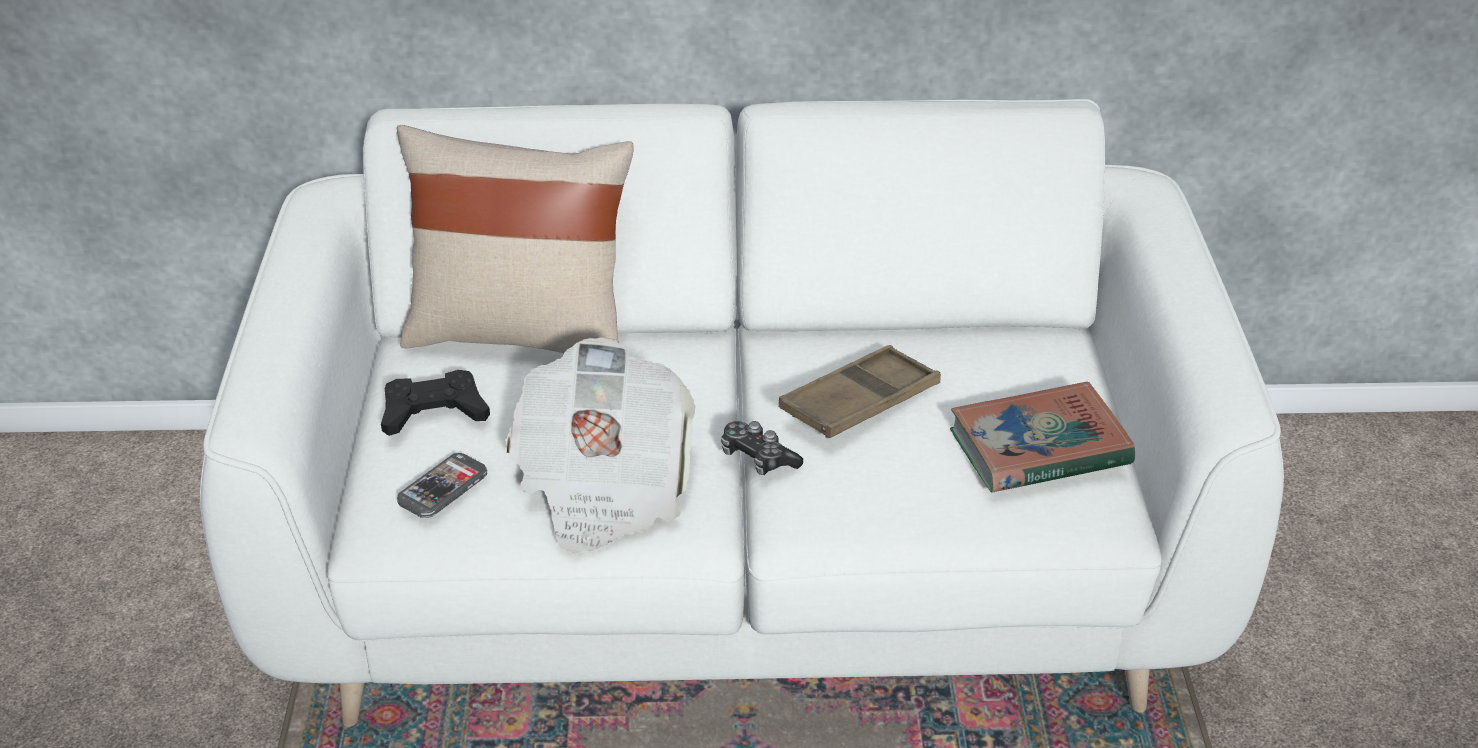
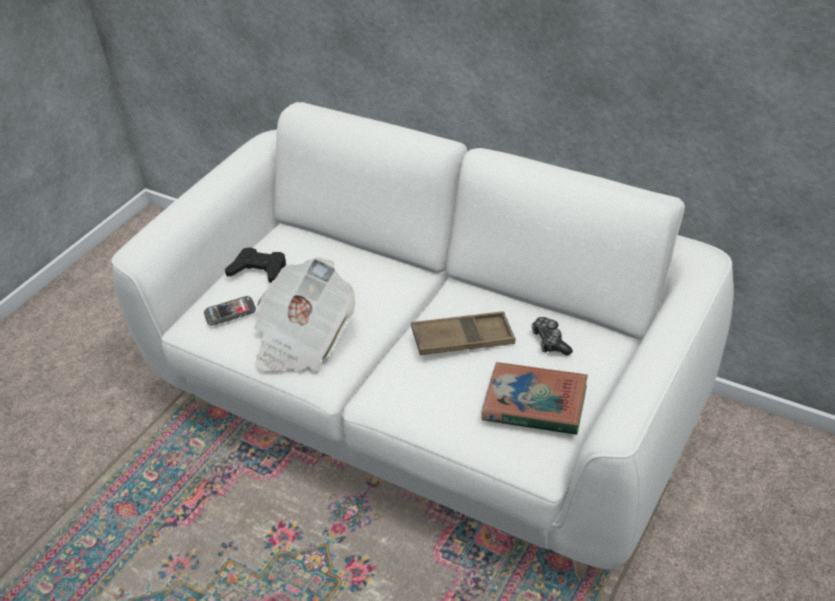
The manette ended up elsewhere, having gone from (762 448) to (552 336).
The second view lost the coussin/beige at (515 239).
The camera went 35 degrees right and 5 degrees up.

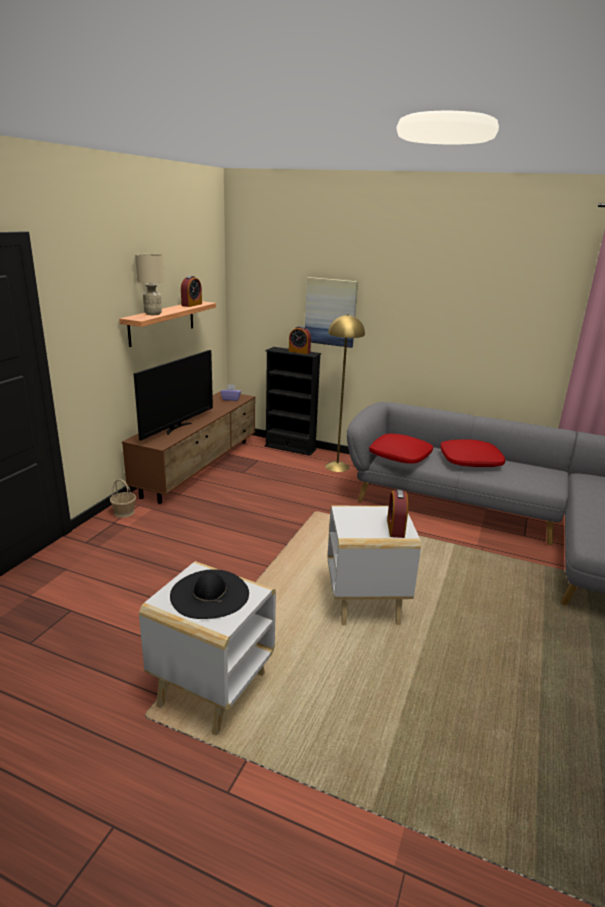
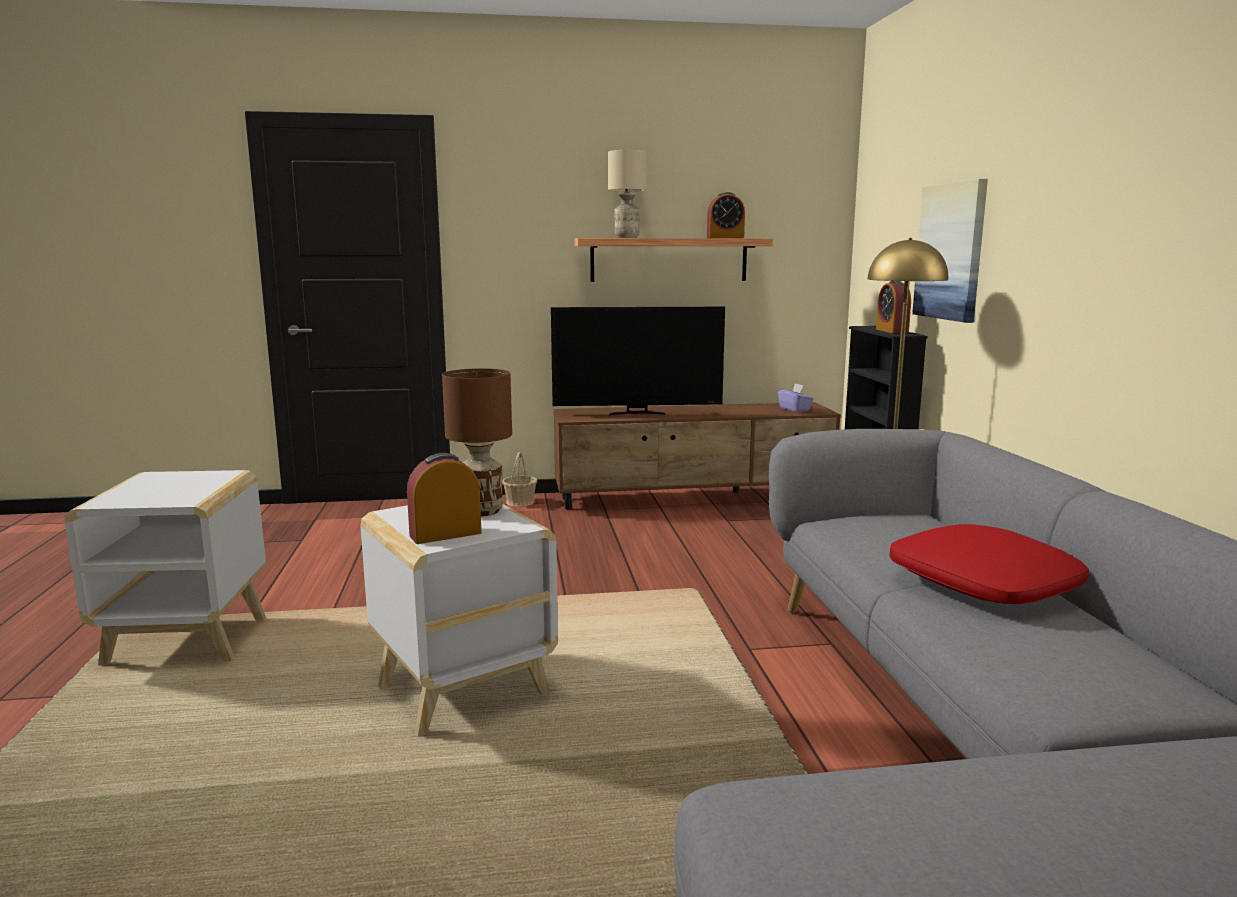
The second view gained the lampe de table/marron at (477 442).
The second view lost the chapeau/noir at (209 594).
The second view lost the coussin/rouge at (401 449).
The camera went 60 degrees right and 10 degrees down.

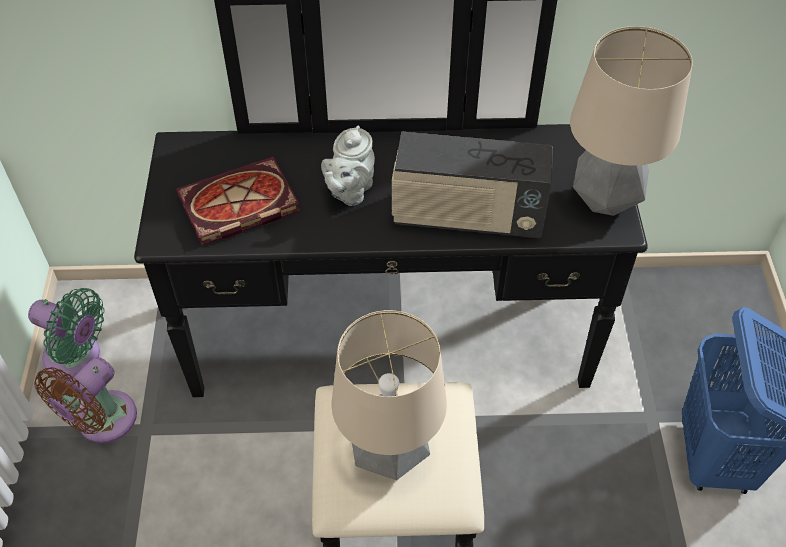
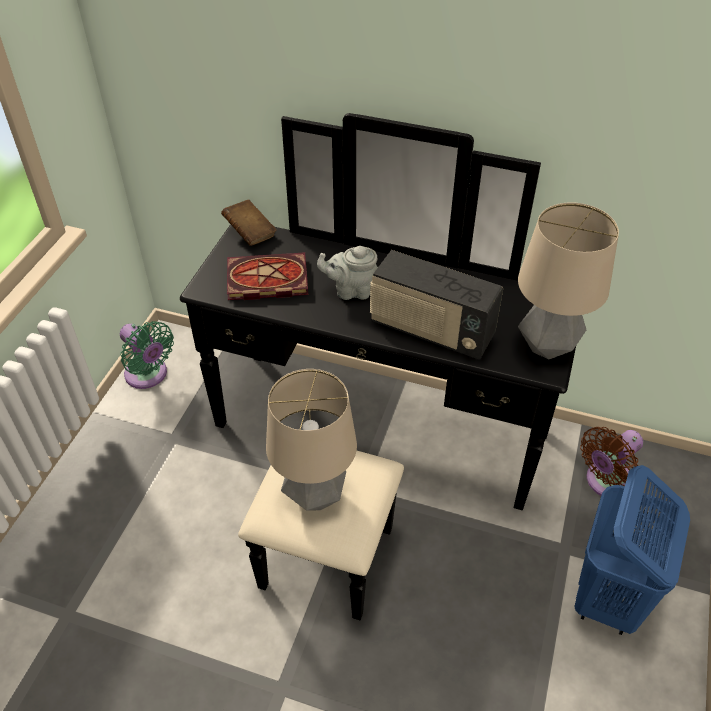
The second view gained the livre/marron at (249 222).
The théière/gris at (348 165) ended up facing another way, 45 degrees clockwise from before.
The ventilateur/marron ended up elsewhere, having gone from (85 400) to (611 461).
The camera went 20 degrees right and 5 degrees down.

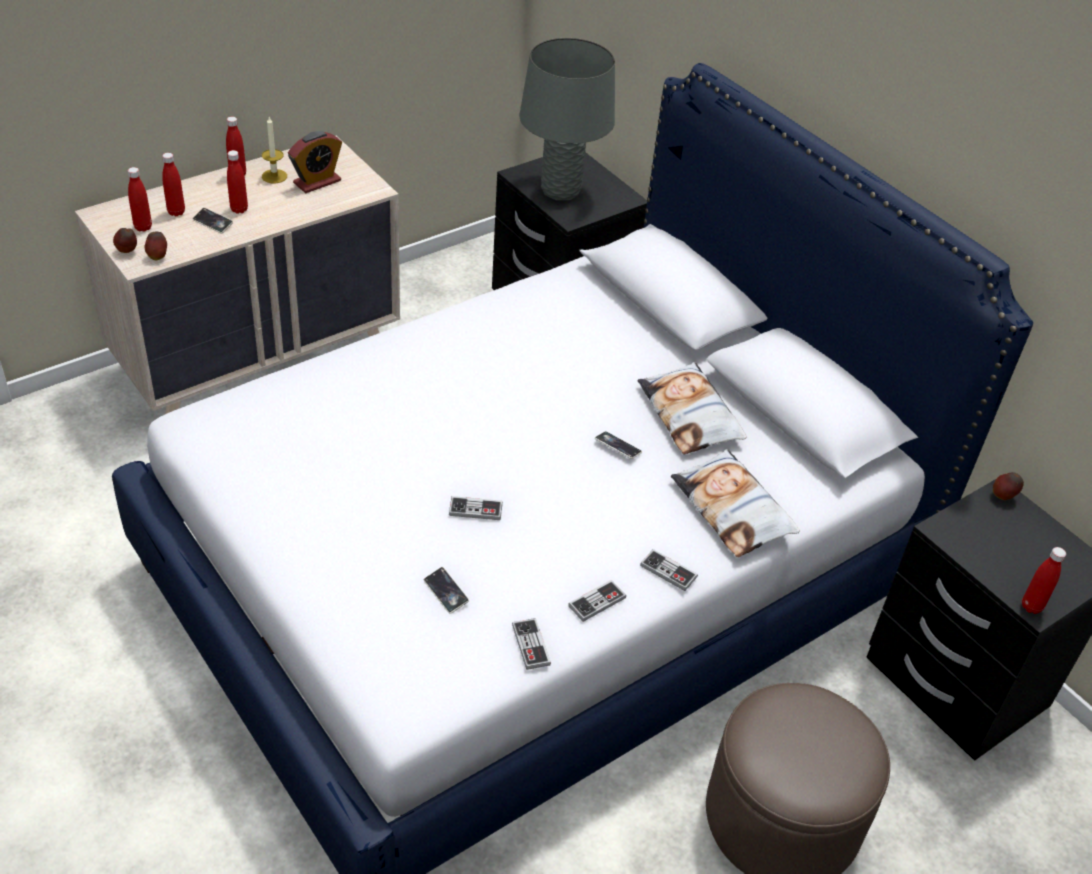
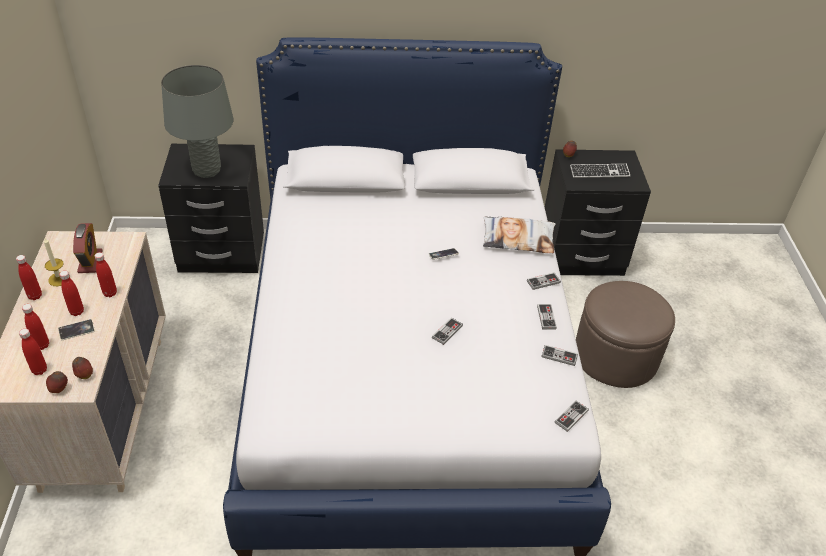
The bouteille/rouge ended up elsewhere, having gone from (1044 580) to (106 274).
The second view gained the manette at (572 416).
The second view gained the clavier at (600 171).
The second view lost the téléphone at (446 590).
The second view lost the coussin at (692 408).
The camera went 55 degrees left and 0 degrees up.

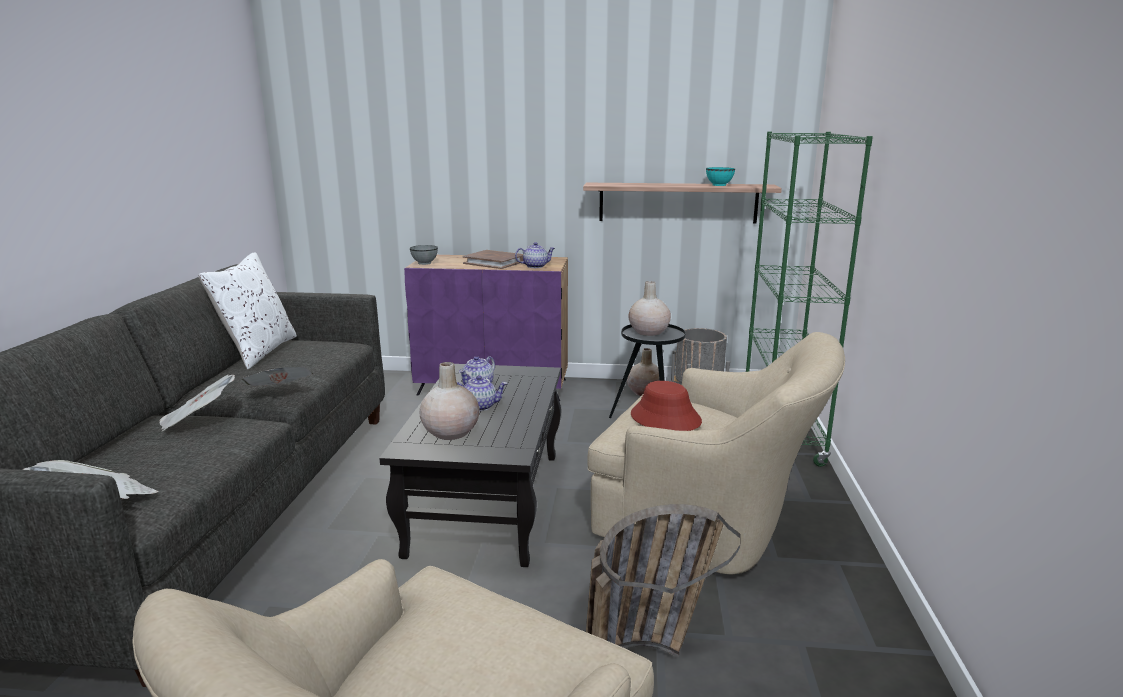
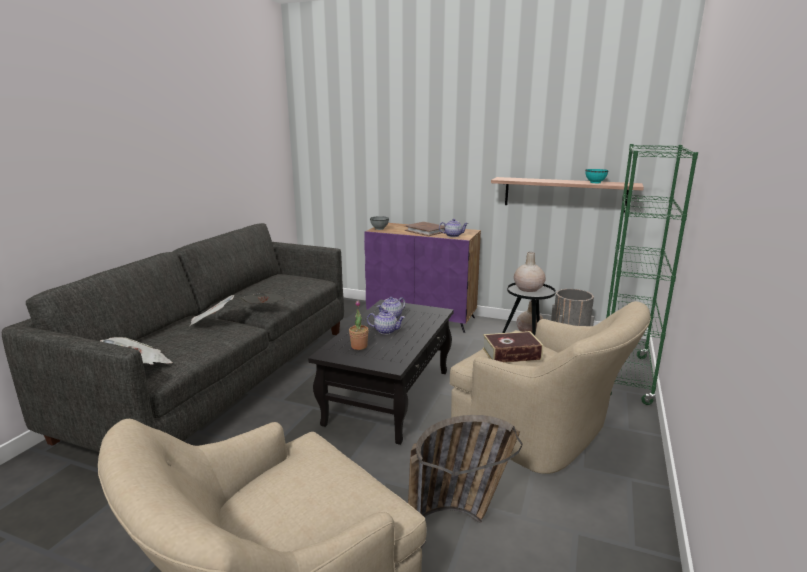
Where the vase/beige stood at (449 401), the plante en pot came to stand at (359 325).
Where the chapeau/rouge stood at (666 406), the livre came to stand at (513 347).
The second view lost the coussin/blanc at (247 311).
The camera went 15 degrees right and 0 degrees up.

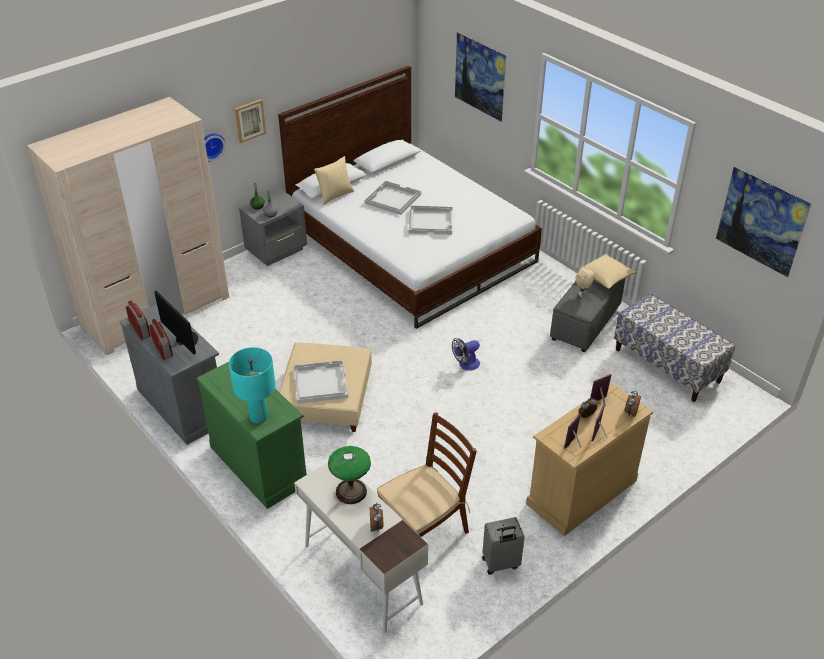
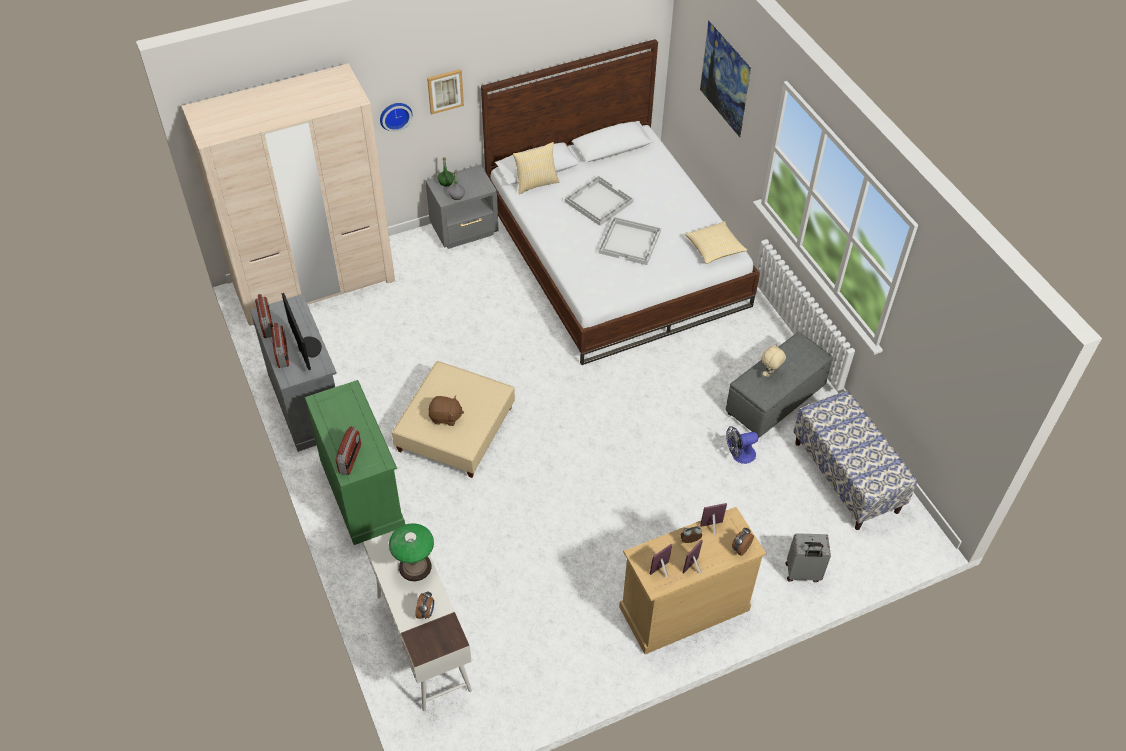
Where the lampe de table/turquoise stood at (252 385), the radio came to stand at (348 450).
Where the plateau/blanc stood at (321 382), the peluche/marron came to stand at (446 410).
The coussin ended up elsewhere, having gone from (608 271) to (716 242).
The ventilateur ended up elsewhere, having gone from (466 354) to (742 445).
The valise/gris ended up elsewhere, having gone from (503 546) to (808 557).
The second view lost the chaise/marron at (427 474).
The second view lost the tableau at (763 222).
The camera went 15 degrees right and 10 degrees up.

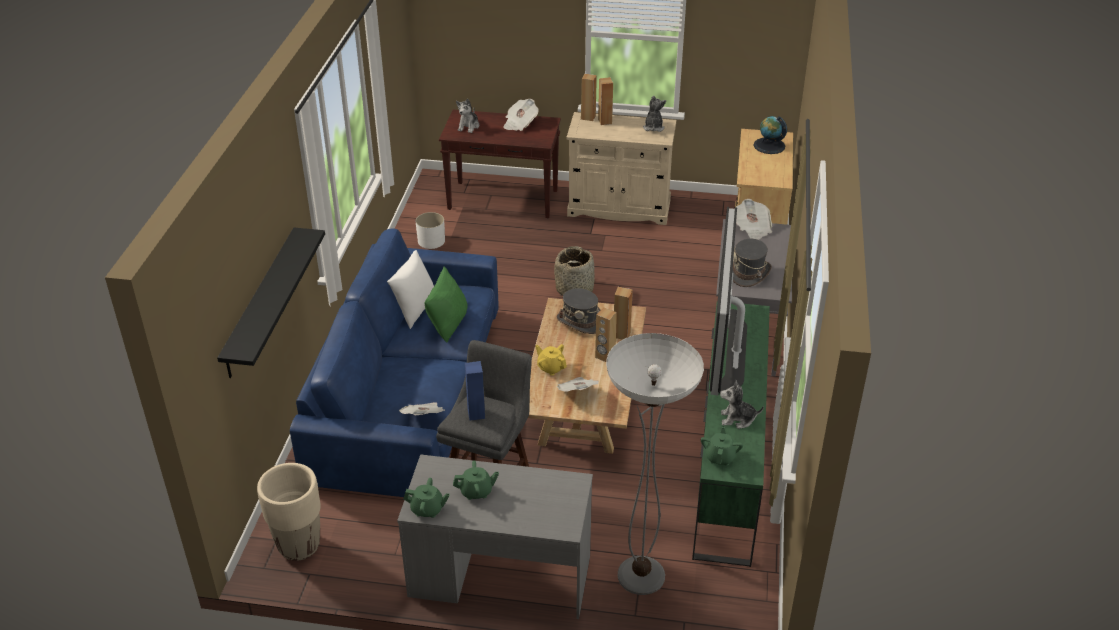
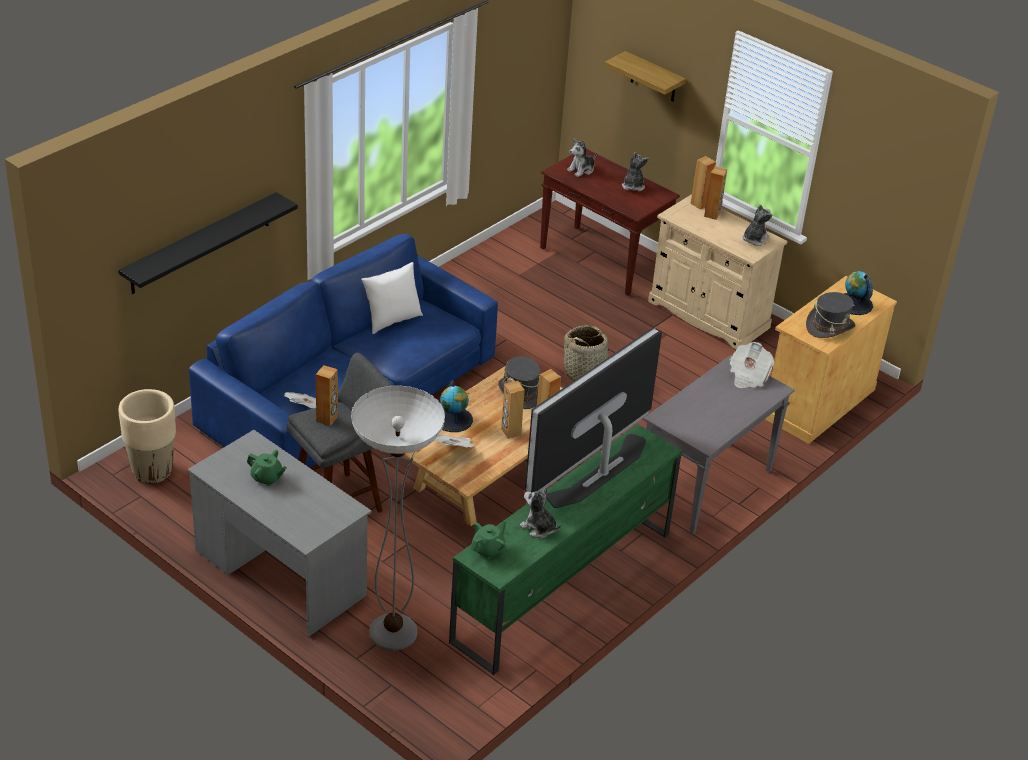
What was the enceinte/bleu at (475 391) turned into the enceinte/marron at (327 395).
Where the théière/jaune stood at (551 360), the globe came to stand at (456 406).
The second view gained the étagère at (645 76).
Where the journal stood at (521 115), the peluche came to stand at (635 171).
The chapeau/gris ended up elsewhere, having gone from (752 263) to (831 315).
The second view lost the théière/vert at (427 498).
The second view lost the cache-pot/blanc at (430 230).
The second view lost the coussin/vert at (446 305).
The camera went 30 degrees right and 0 degrees up.

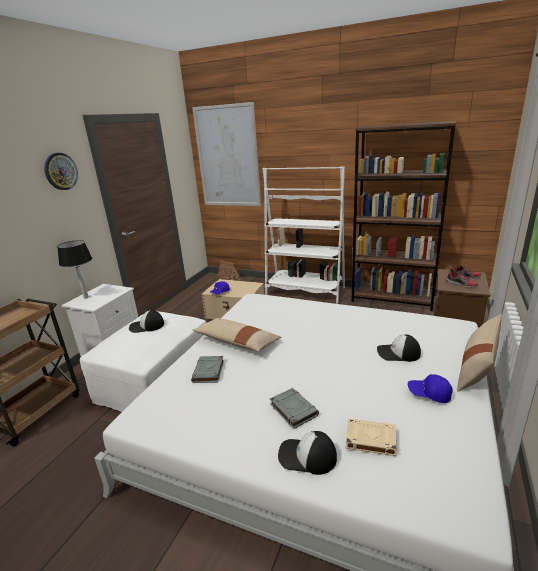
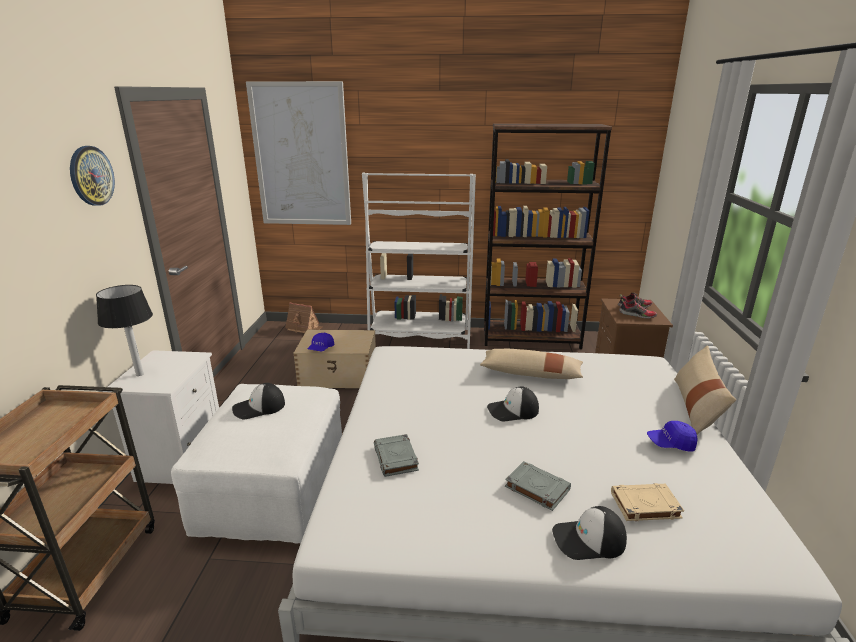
The coussin/beige ended up elsewhere, having gone from (237 334) to (531 364).
The casquette ended up elsewhere, having gone from (399 348) to (513 403).
The camera went 20 degrees left and 0 degrees up.

